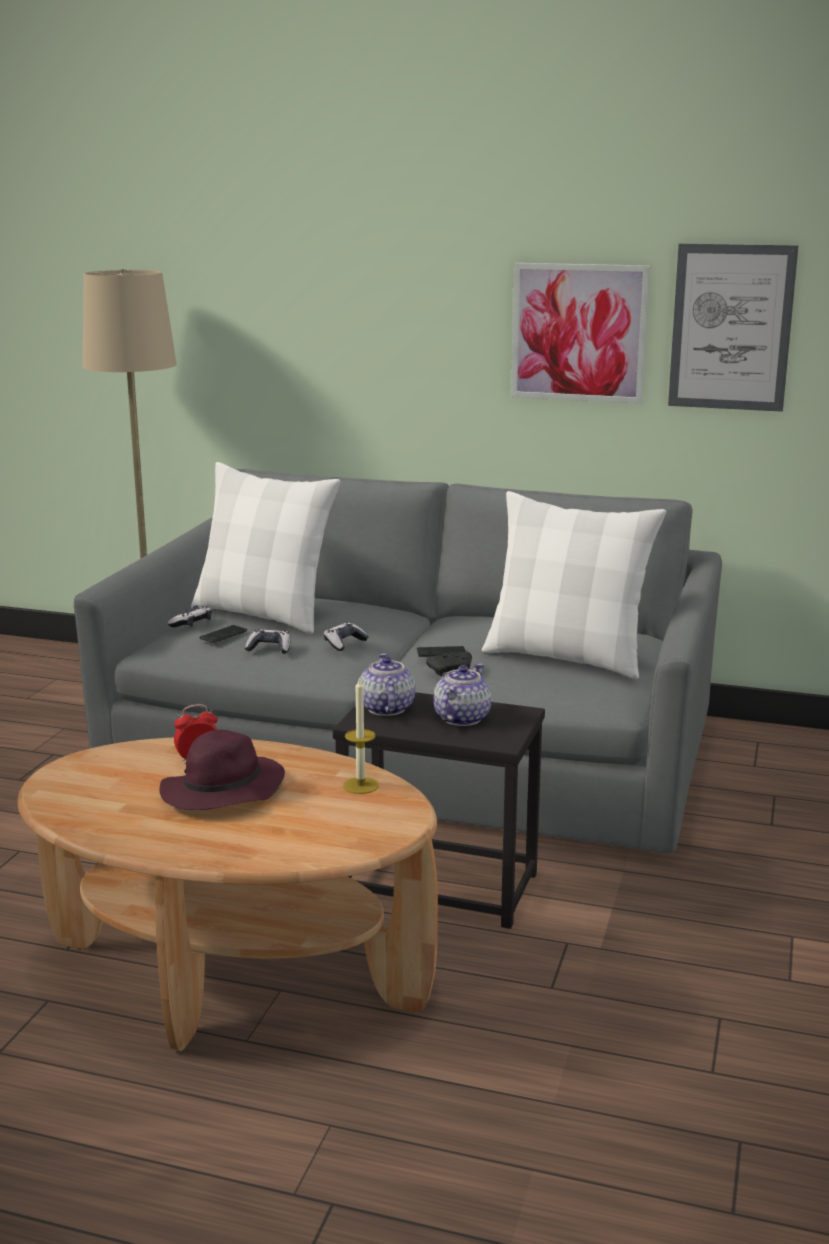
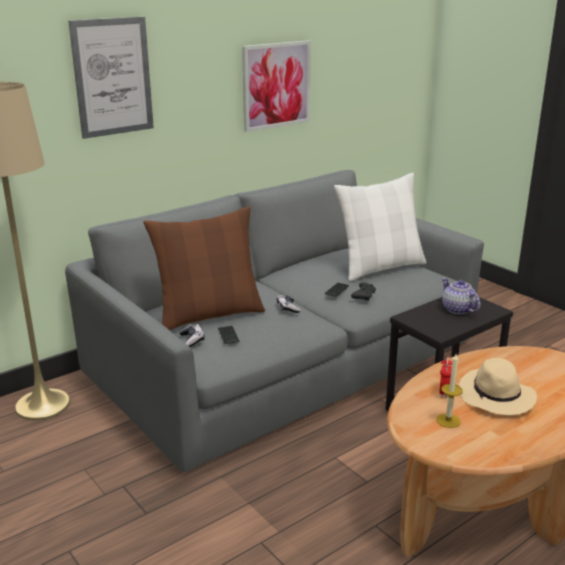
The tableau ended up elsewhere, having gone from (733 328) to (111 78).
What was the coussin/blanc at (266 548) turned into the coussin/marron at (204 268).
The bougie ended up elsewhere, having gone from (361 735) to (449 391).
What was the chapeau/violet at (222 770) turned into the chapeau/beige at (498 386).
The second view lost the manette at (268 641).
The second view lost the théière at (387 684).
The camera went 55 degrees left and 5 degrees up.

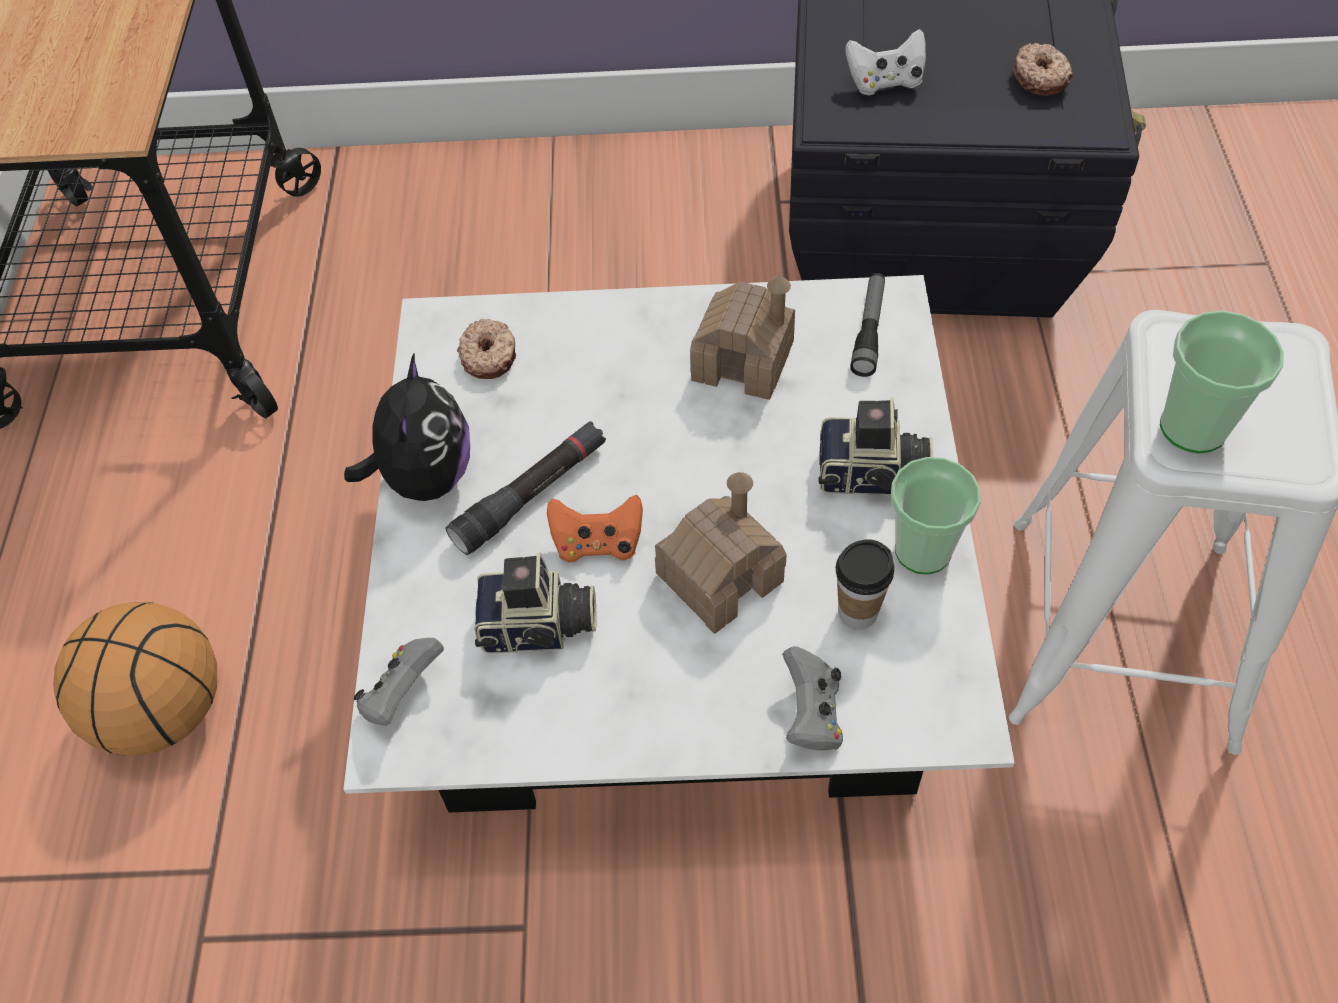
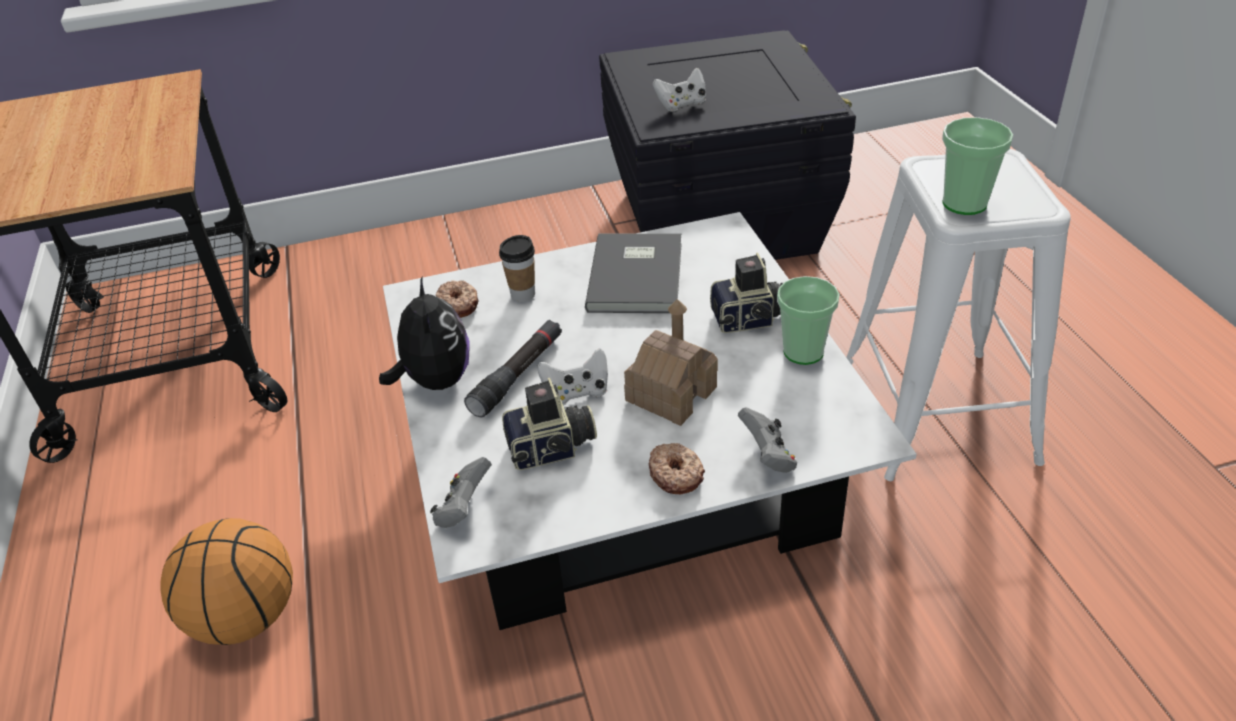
The tasse ended up elsewhere, having gone from (865 584) to (517 268).
What was the manette/orange at (595 529) turned into the manette/blanc at (573 376).
Where the maison miniature stood at (742 337), the livre/gris came to stand at (633 273).
The beignet ended up elsewhere, having gone from (1043 69) to (676 468).
The second view lost the lampe de poche at (867 325).
The camera went 15 degrees left and 15 degrees down.

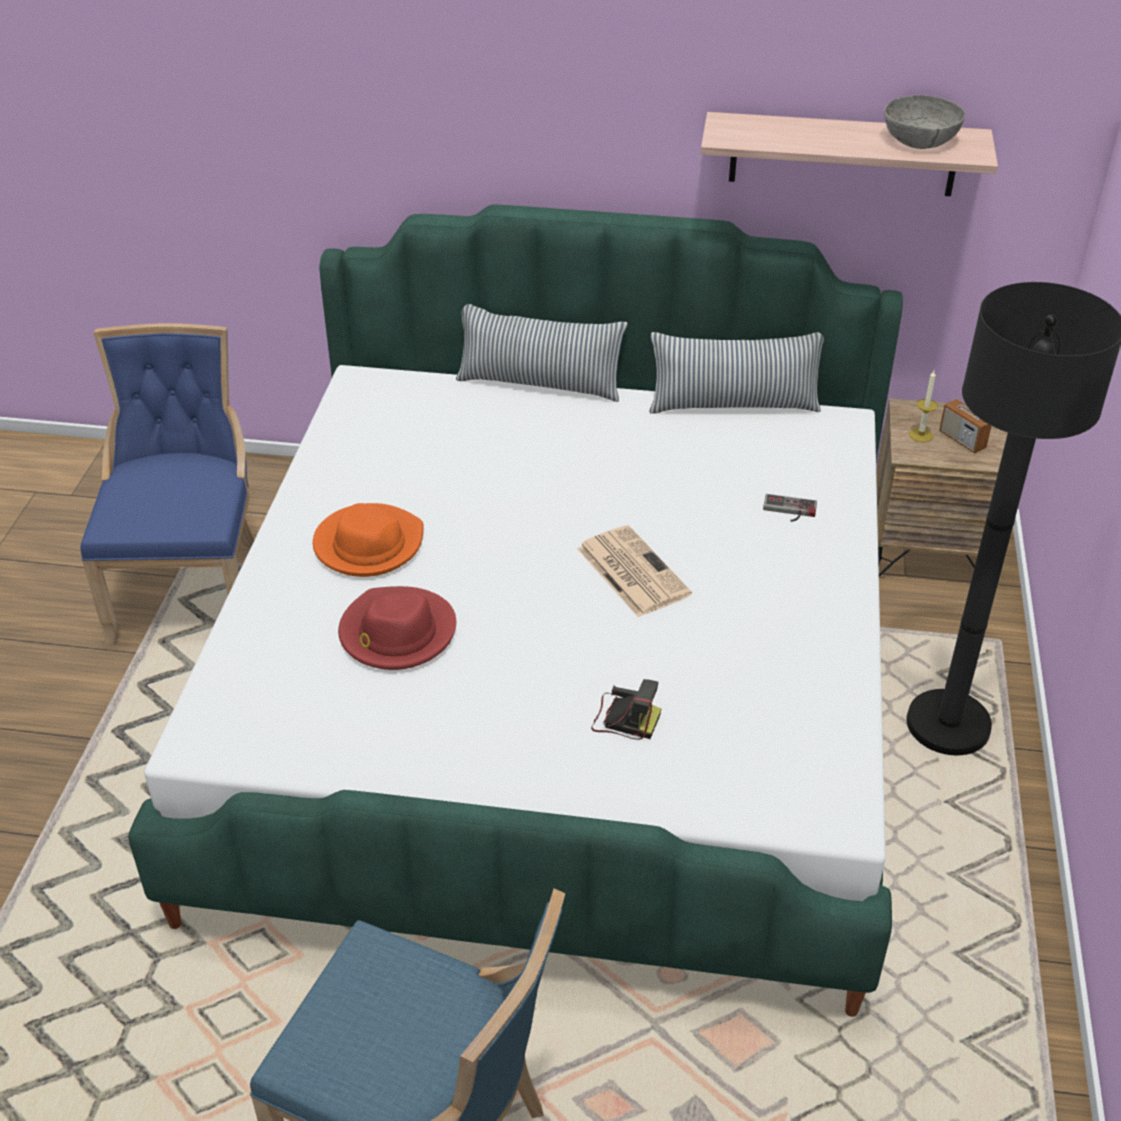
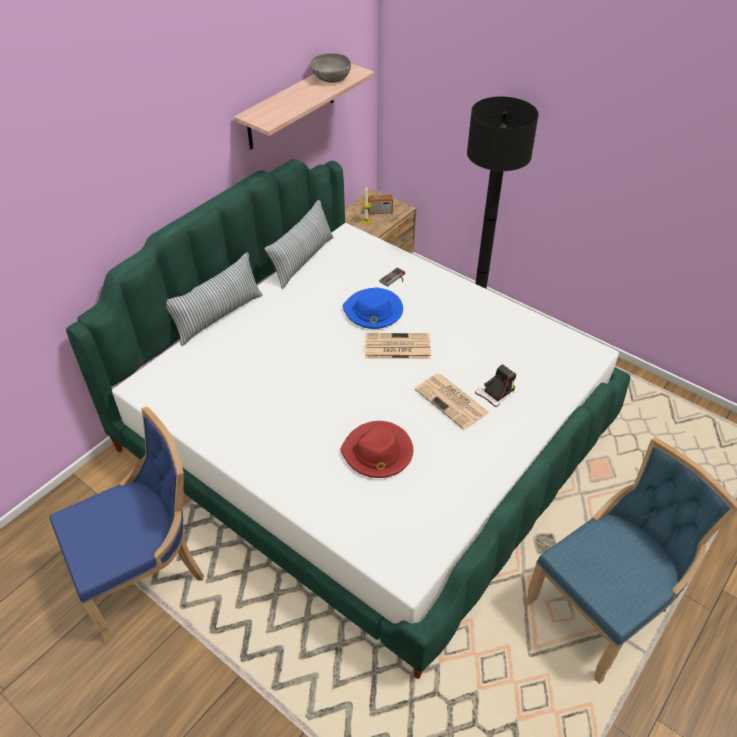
The chaise/bleu at (167 484) ended up facing another way, 120 degrees clockwise from before.
The second view gained the chapeau/bleu at (373 308).
The second view gained the journal at (452 402).
The second view lost the chapeau/orange at (368 540).
The camera went 60 degrees left and 5 degrees up.

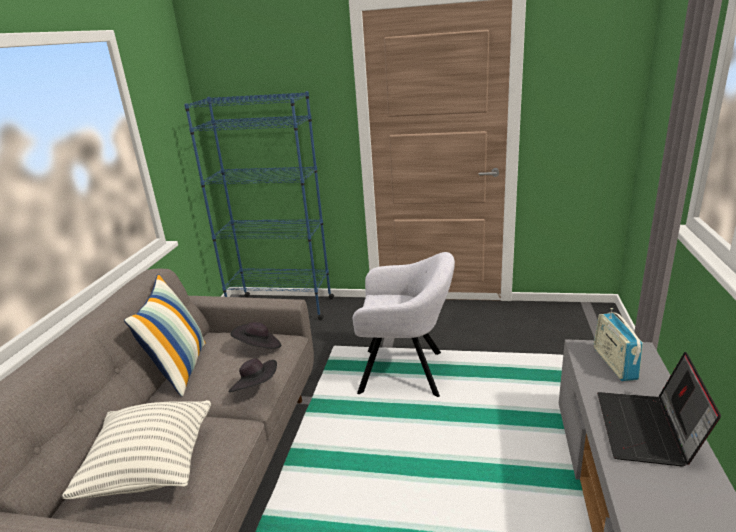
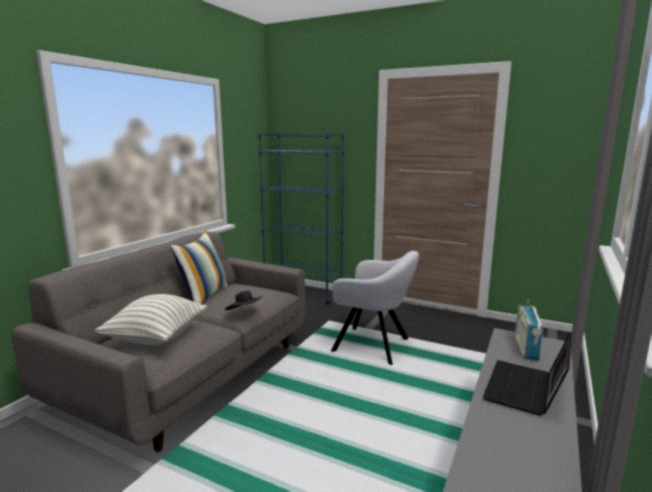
The second view lost the chapeau/noir at (255 335).
The camera went 15 degrees right and 10 degrees down.

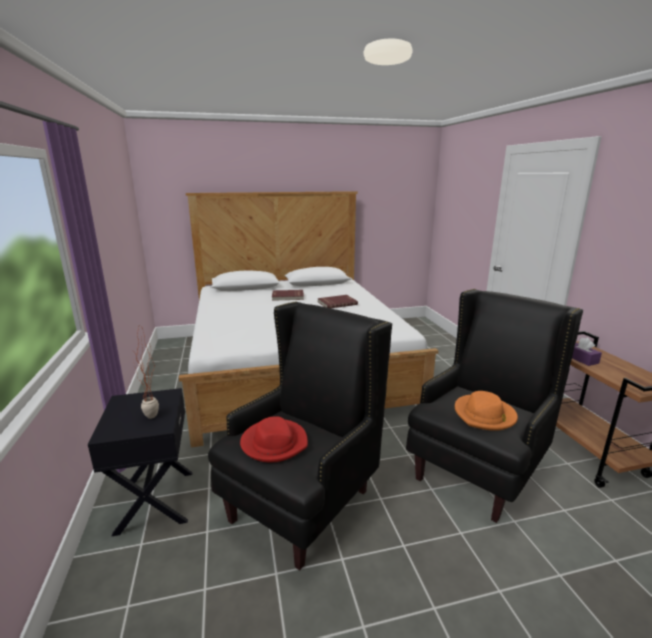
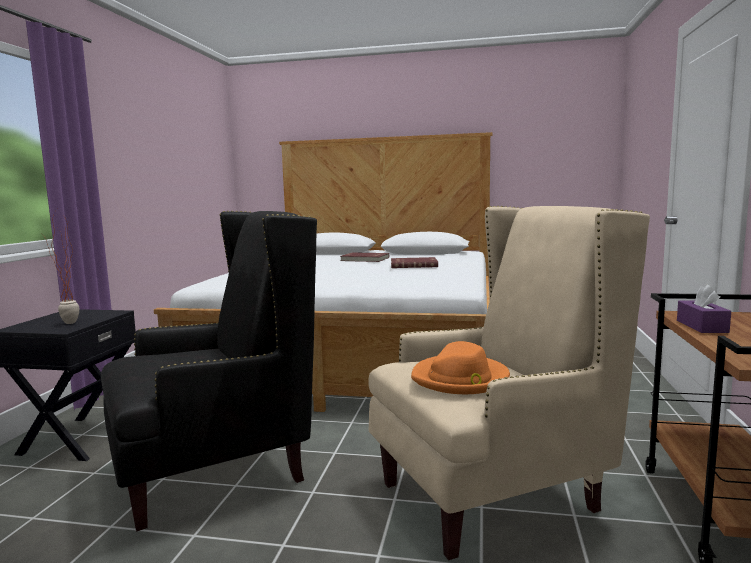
What was the fauteuil/noir at (494 406) turned into the fauteuil/beige at (509 383).
The second view lost the chapeau/rouge at (274 439).
The camera went 25 degrees right and 10 degrees down.

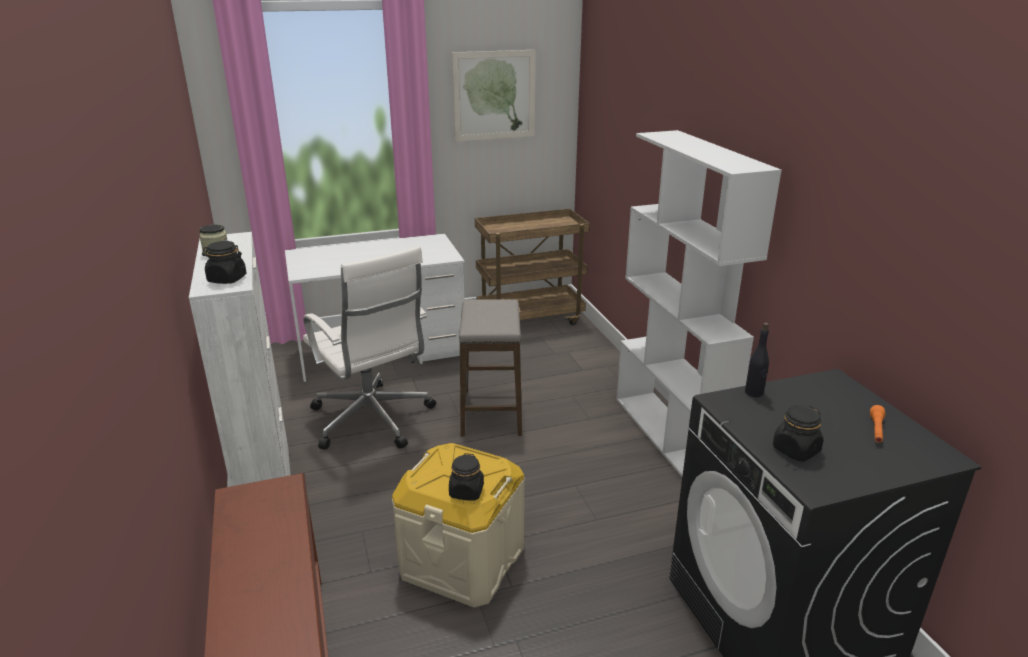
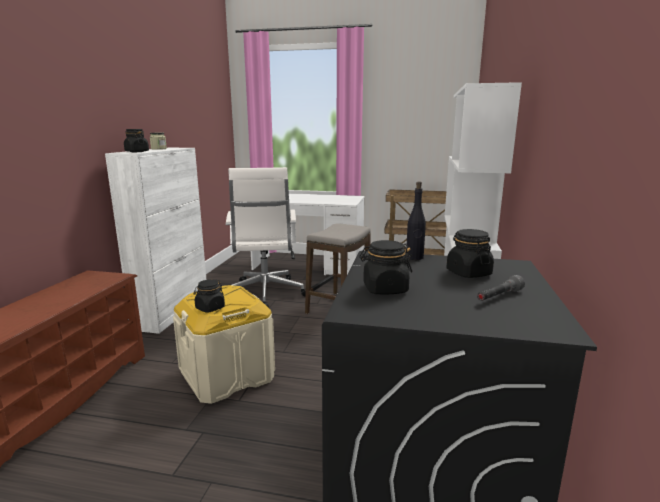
The second view gained the bocal/noir at (470 253).
What was the lampe de poche/orange at (877 424) turned into the lampe de poche/gris at (501 288).
The second view lost the tableau at (494 96).
The camera went 30 degrees right and 10 degrees down.

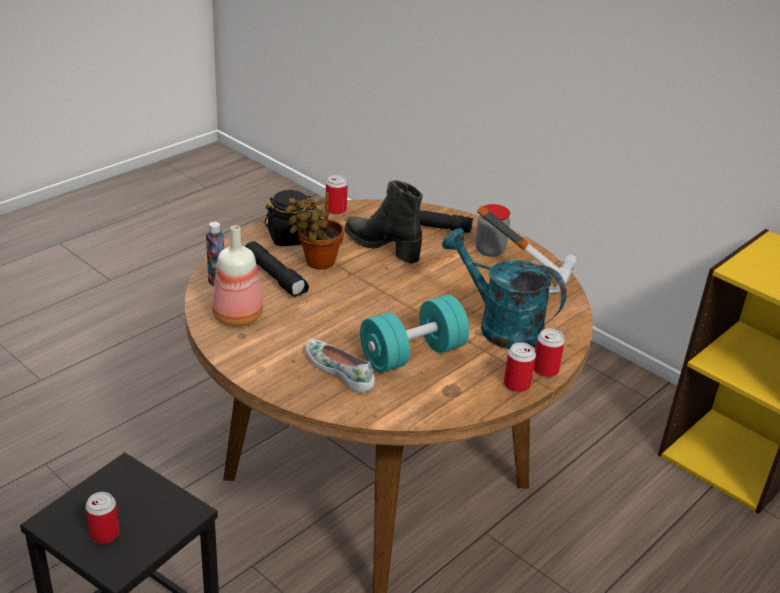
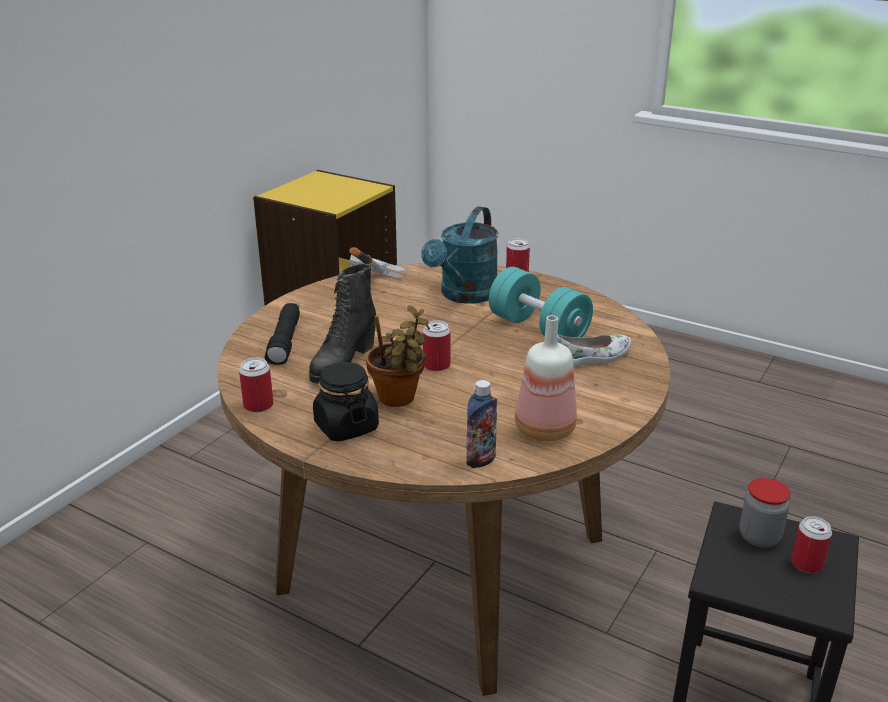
The boîte métallique ended up elsewhere, having gone from (520 367) to (437 345).
The chaussure/blanc at (340 366) ended up facing another way, 150 degrees counterclockwise from before.
The bocal ended up elsewhere, having gone from (492 230) to (765 513).
The second view lost the lampe de poche/noir at (277 269).
The camera went 100 degrees left and 5 degrees down.

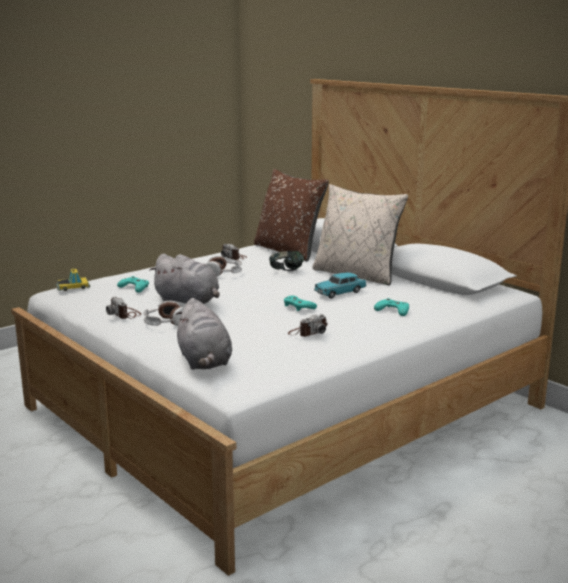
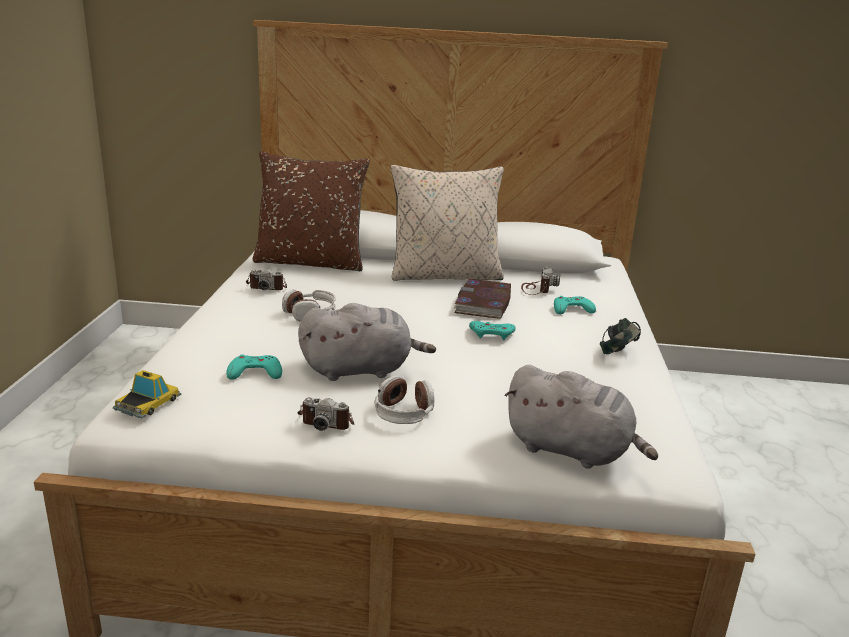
Where the petite voiture/turquoise stood at (340 285), the livre came to stand at (482 299).
The appareil photo ended up elsewhere, having gone from (308 325) to (540 281).
The casque audio ended up elsewhere, having gone from (286 260) to (620 336).
The camera went 45 degrees left and 5 degrees up.

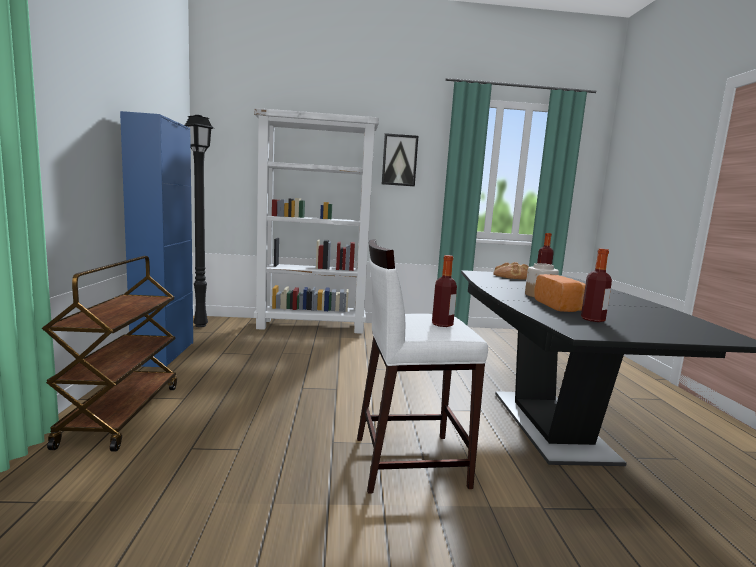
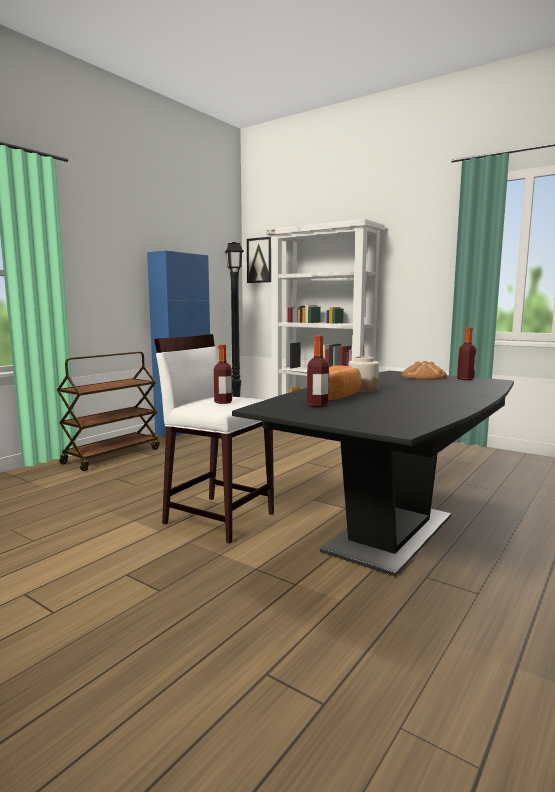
The tableau ended up elsewhere, having gone from (400 159) to (259 260).
The camera went 40 degrees right and 0 degrees up.

